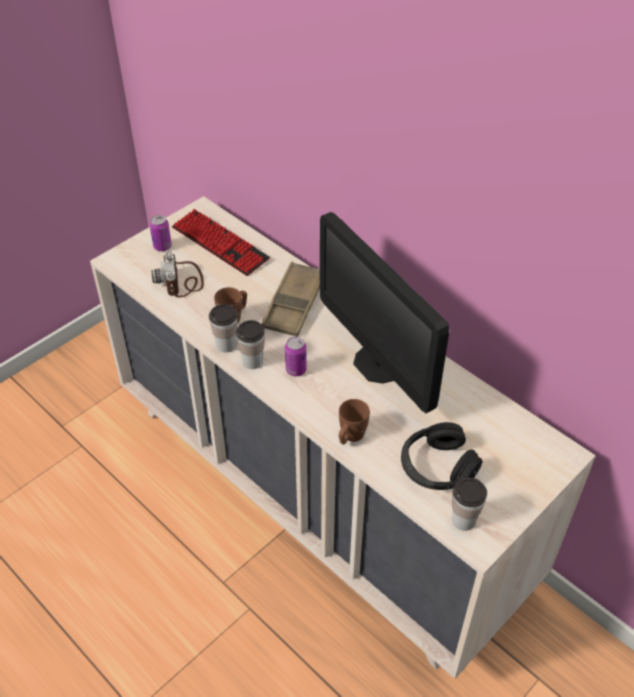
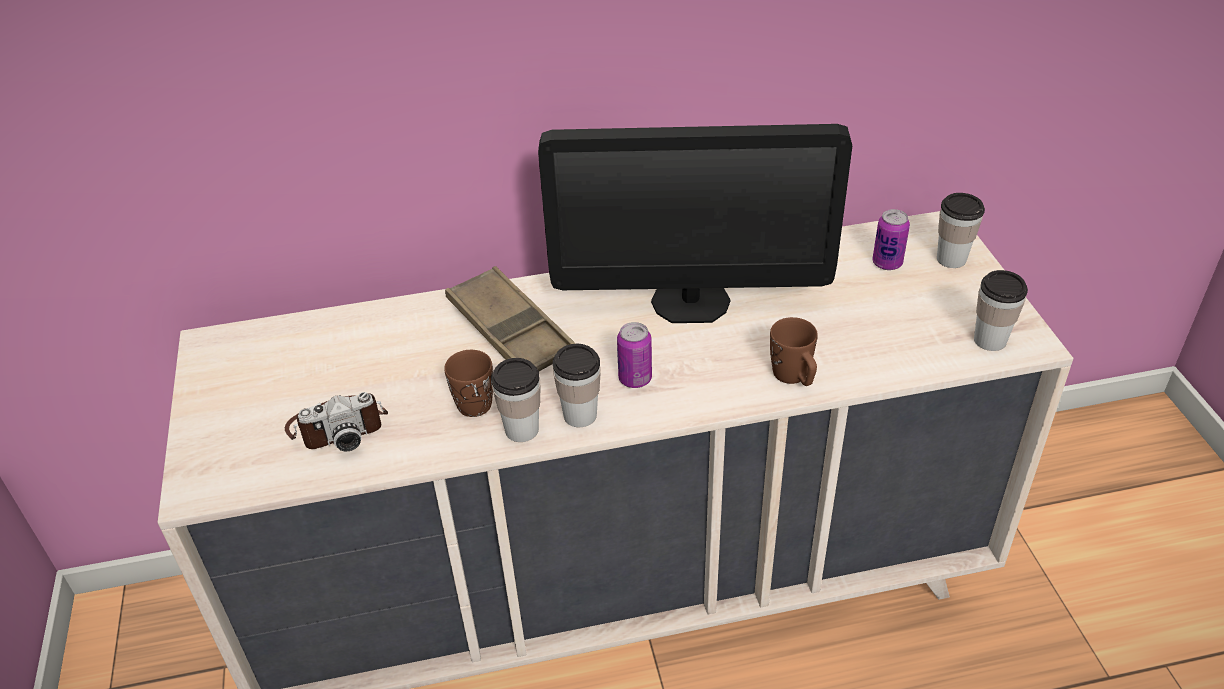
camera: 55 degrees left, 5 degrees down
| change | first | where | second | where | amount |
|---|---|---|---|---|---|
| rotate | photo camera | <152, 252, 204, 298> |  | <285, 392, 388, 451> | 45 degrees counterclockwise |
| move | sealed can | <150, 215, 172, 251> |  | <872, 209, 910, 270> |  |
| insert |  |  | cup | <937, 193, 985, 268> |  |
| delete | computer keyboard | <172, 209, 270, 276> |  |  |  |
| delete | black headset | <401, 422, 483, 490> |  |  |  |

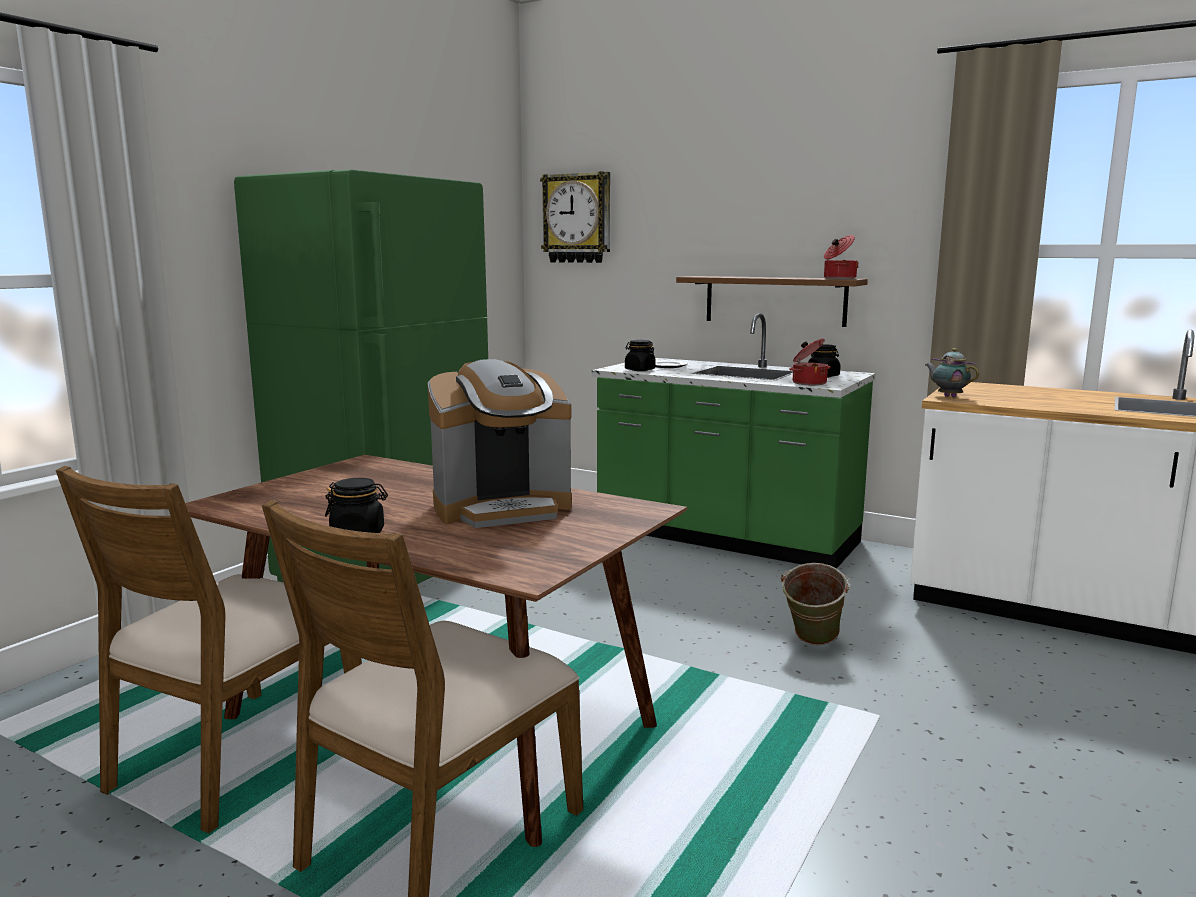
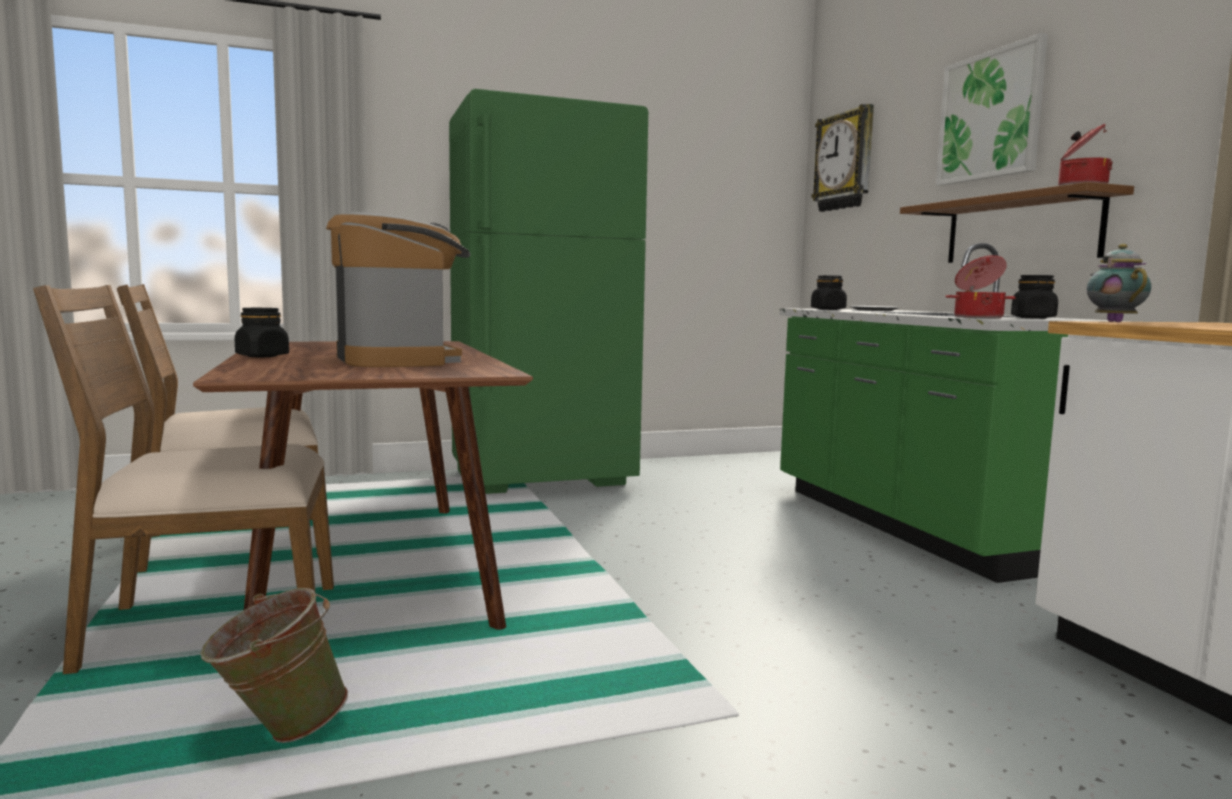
camera: 40 degrees right, 5 degrees down
| change | first | where | second | where | amount |
|---|---|---|---|---|---|
| move | green pail | <781, 563, 851, 645> |  | <201, 588, 348, 743> |  |
| rotate | coffee machine | <428, 359, 572, 528> |  | <326, 212, 471, 367> | 135 degrees counterclockwise |
| insert |  |  | picture | <936, 33, 1048, 186> |  |

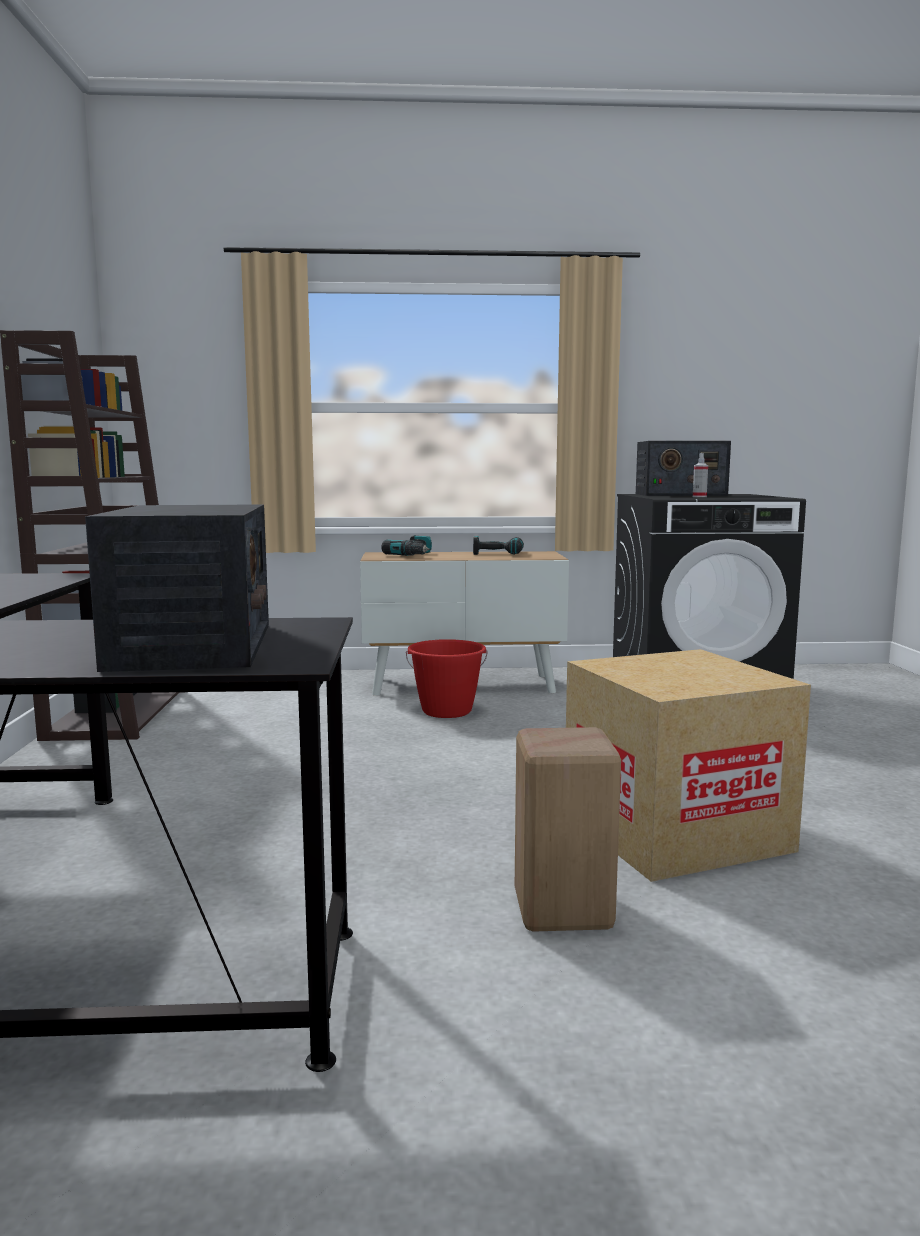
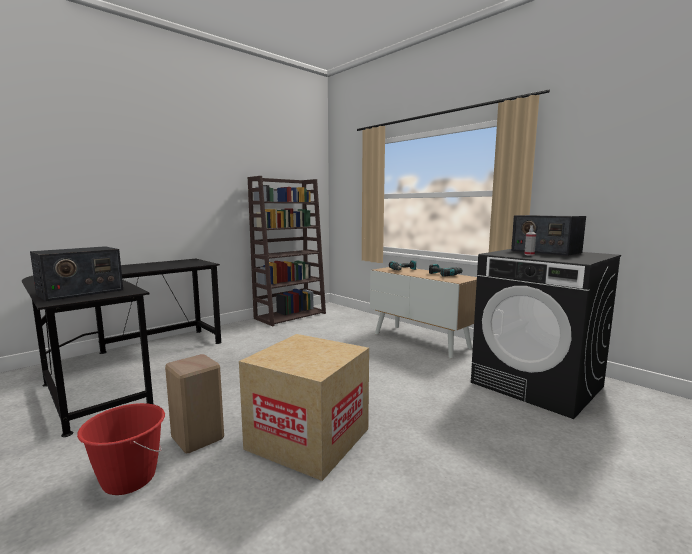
camera: 50 degrees right, 0 degrees up
| change | first | where | second | where | amount |
|---|---|---|---|---|---|
| move | reddish pail | <406, 639, 488, 718> |  | <77, 403, 165, 495> |  |

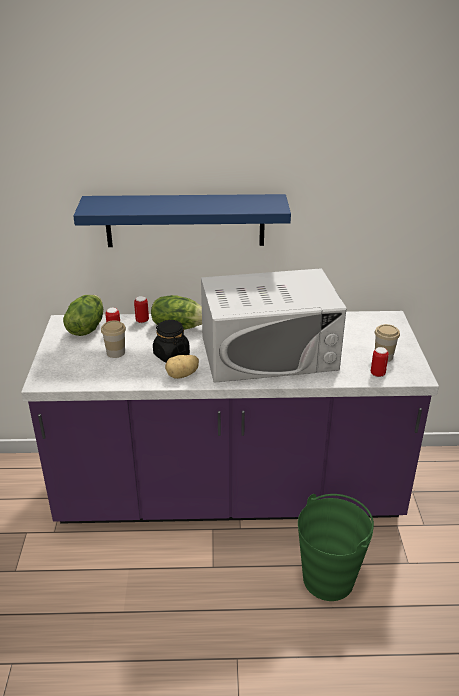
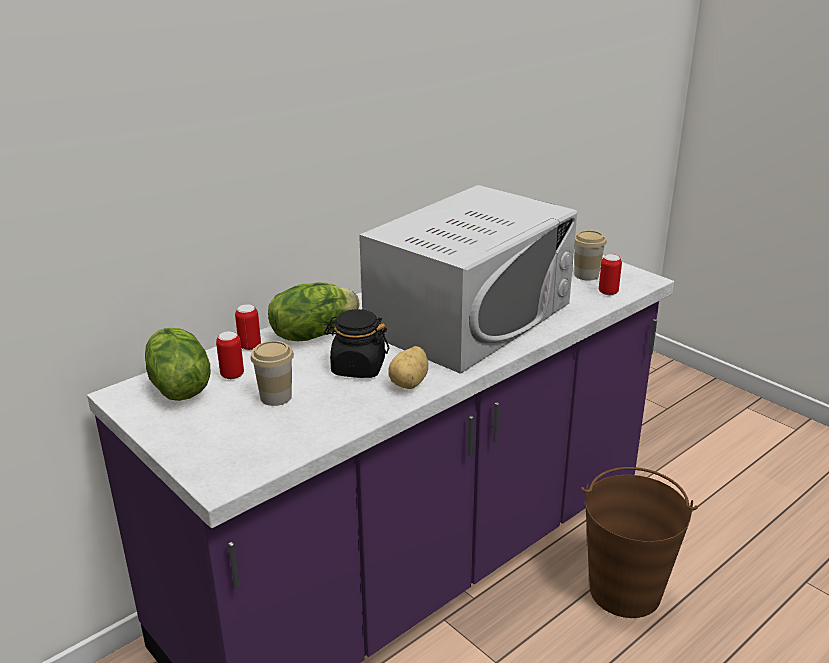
camera: 40 degrees left, 5 degrees down
| change | first | where | second | where | amount |
|---|---|---|---|---|---|
| recolor | green pail | <298, 494, 374, 601> | brownish pail | <581, 467, 698, 618> |  |
| delete | blue bracket shelf | <73, 194, 291, 247> |  |  |  |

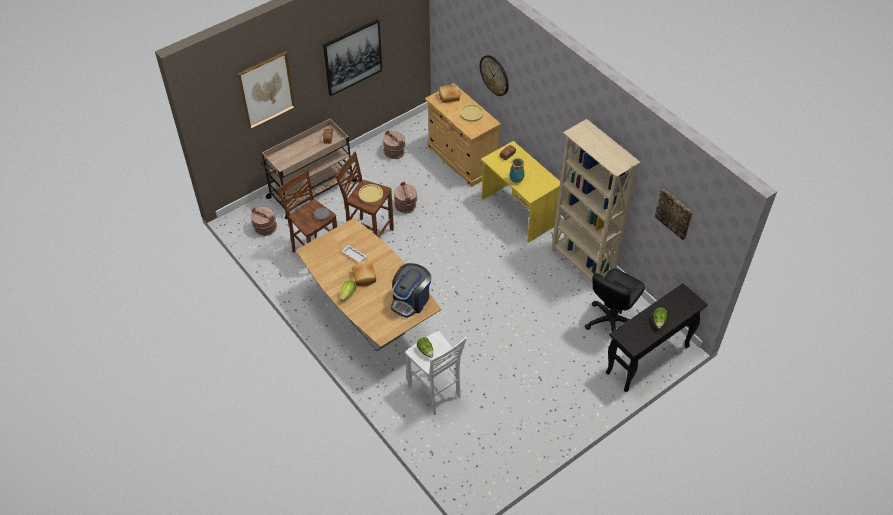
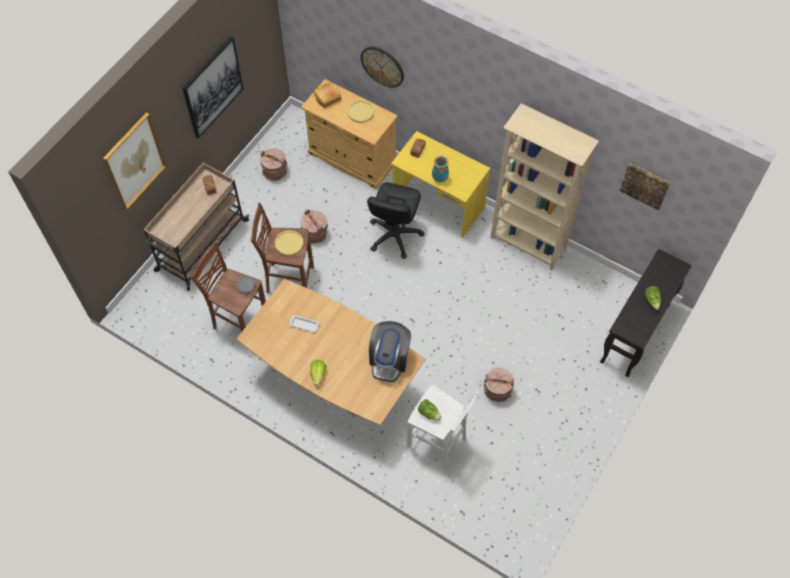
camera: 20 degrees left, 10 degrees up
| change | first | where | second | where | amount |
|---|---|---|---|---|---|
| move | black office chair | <585, 268, 645, 342> |  | <367, 182, 424, 259> |  |
| move | brownish pail | <251, 207, 277, 236> |  | <484, 368, 514, 402> |  |
| delete | bread | <352, 261, 376, 286> |  |  |  |

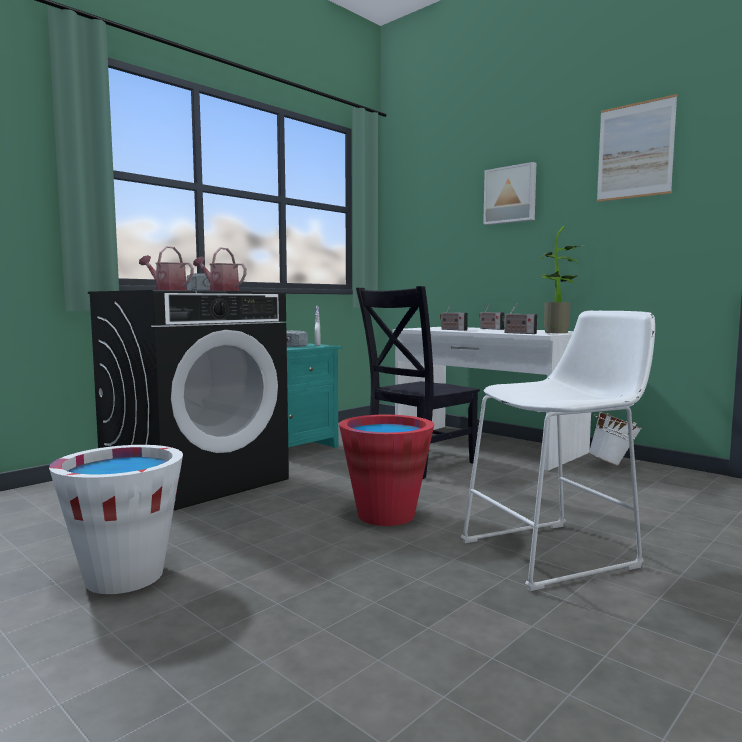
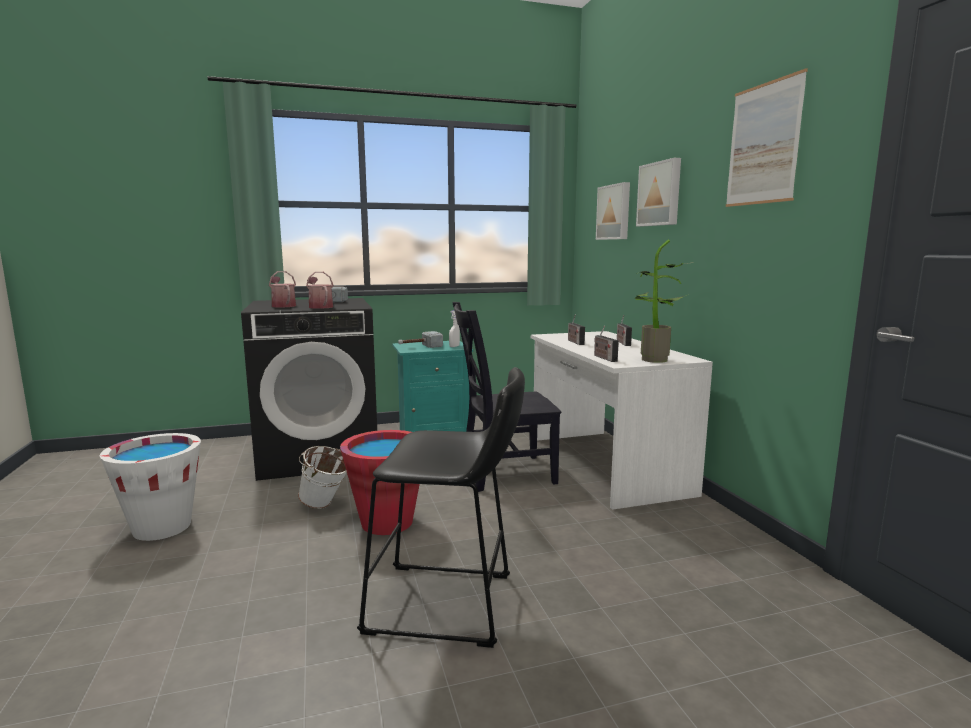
camera: 30 degrees right, 5 degrees up
| change | first | where | second | where | amount |
|---|---|---|---|---|---|
| move | white pail | <588, 412, 642, 466> |  | <298, 446, 347, 509> |  |
| recolor | white sitting stool | <461, 311, 655, 591> | black sitting stool | <357, 367, 525, 648> |  |
| insert |  |  | picture | <596, 182, 630, 240> |  |

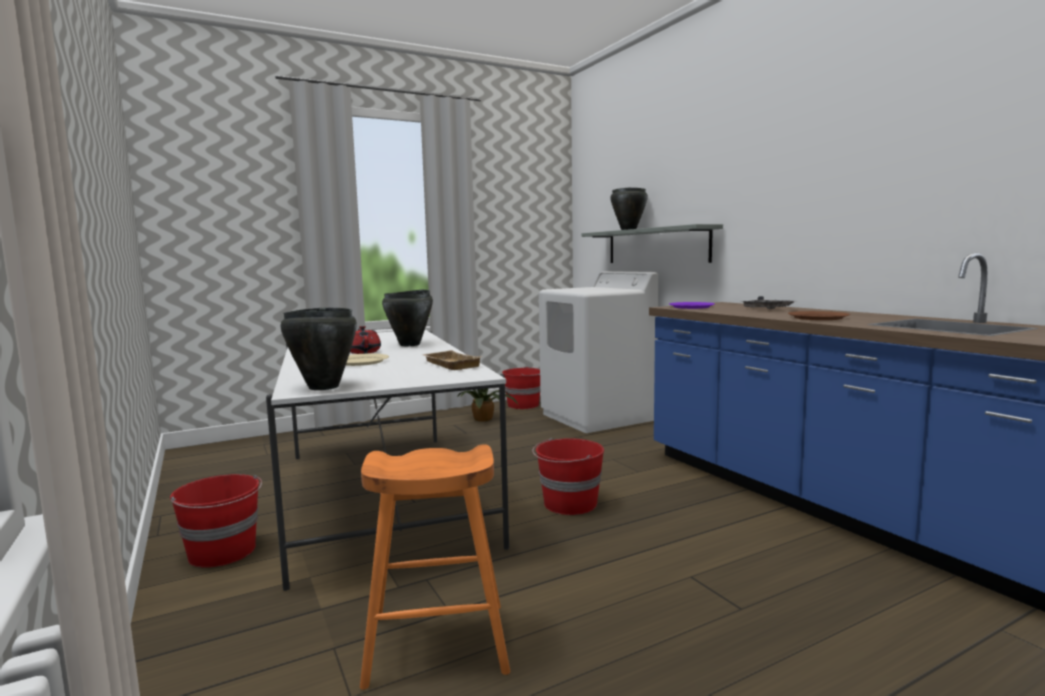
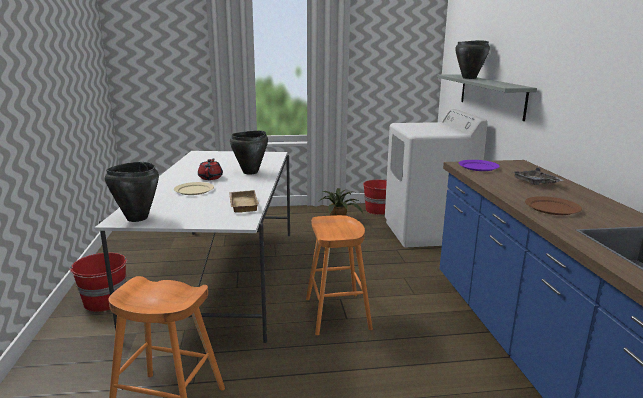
camera: 20 degrees right, 10 degrees up
| change | first | where | second | where | amount |
|---|---|---|---|---|---|
| replace | reddish pail | <532, 438, 604, 515> | orange sitting stool | <306, 215, 373, 335> |  |

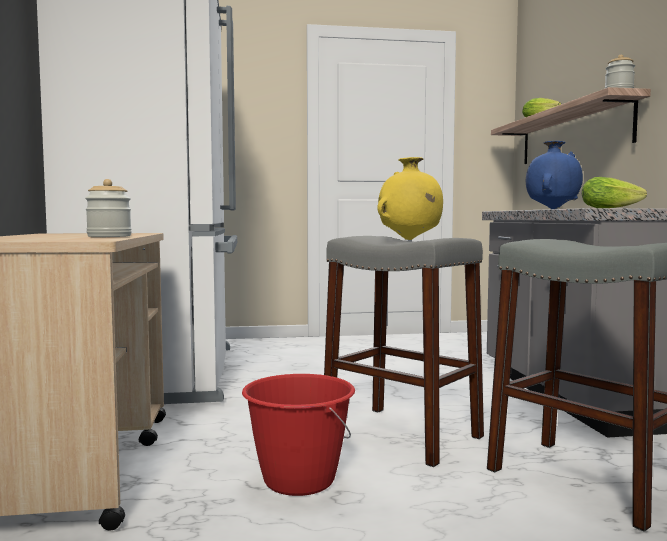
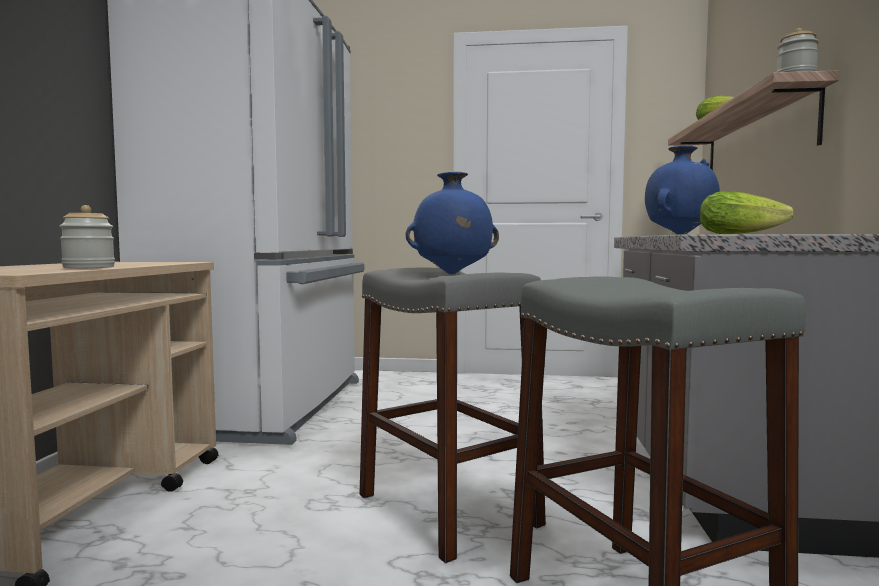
camera: 15 degrees right, 0 degrees up
| change | first | where | second | where | amount |
|---|---|---|---|---|---|
| recolor | yellowish vase | <377, 157, 443, 240> | blue vase | <406, 172, 499, 274> |  |
| delete | reddish pail | <242, 374, 355, 496> |  |  |  |

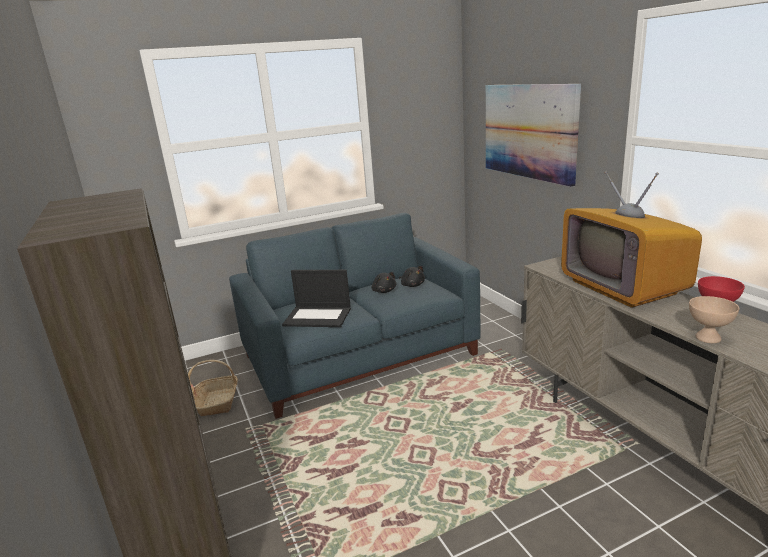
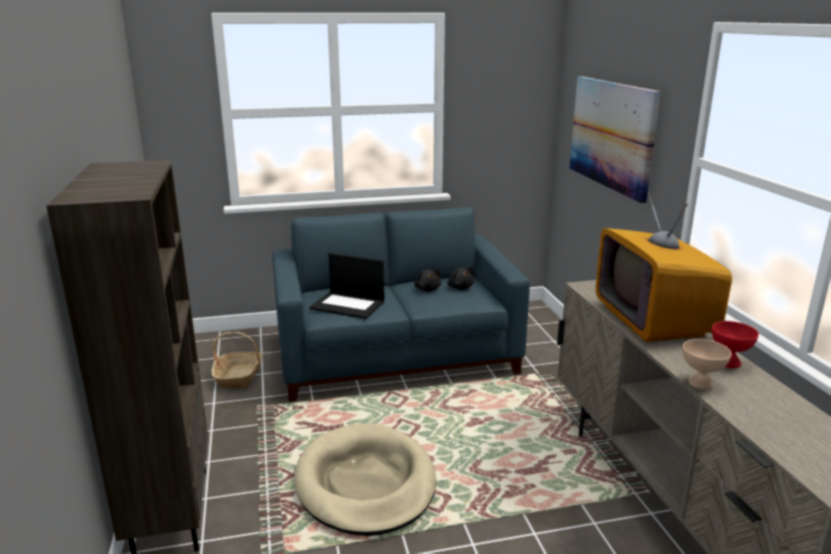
camera: 10 degrees right, 0 degrees up
| change | first | where | second | where | amount |
|---|---|---|---|---|---|
| insert |  |  | beige-coloured pet bed | <294, 423, 436, 536> |  |

